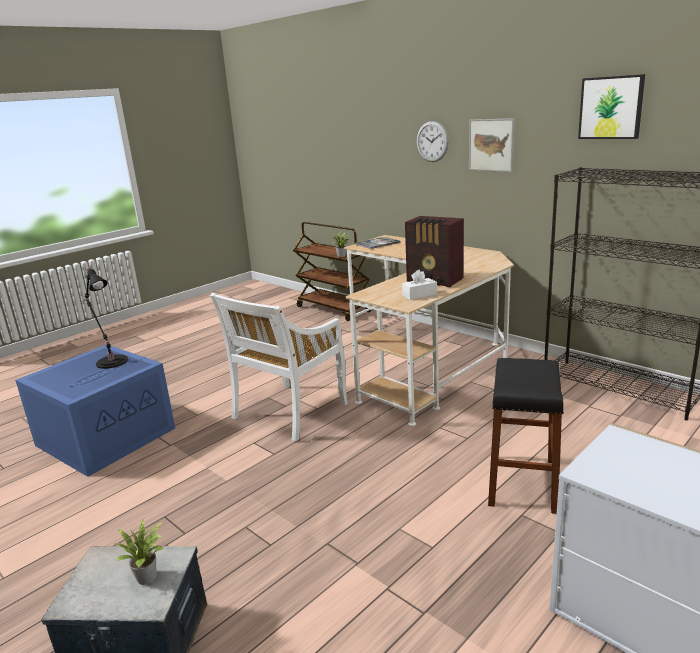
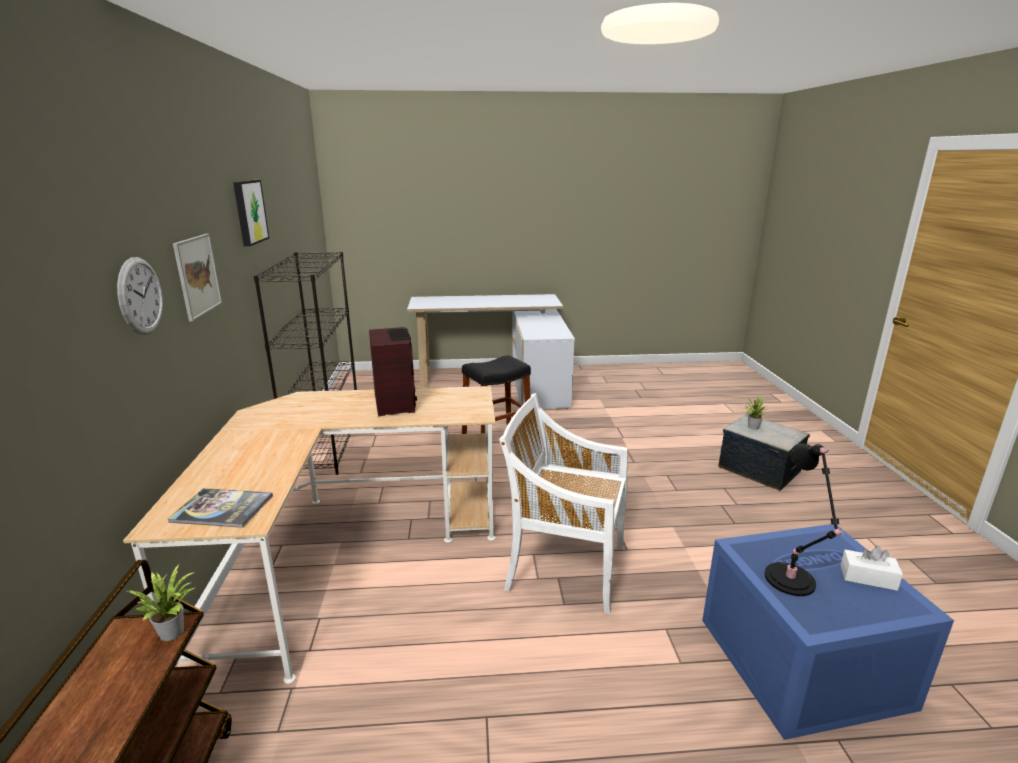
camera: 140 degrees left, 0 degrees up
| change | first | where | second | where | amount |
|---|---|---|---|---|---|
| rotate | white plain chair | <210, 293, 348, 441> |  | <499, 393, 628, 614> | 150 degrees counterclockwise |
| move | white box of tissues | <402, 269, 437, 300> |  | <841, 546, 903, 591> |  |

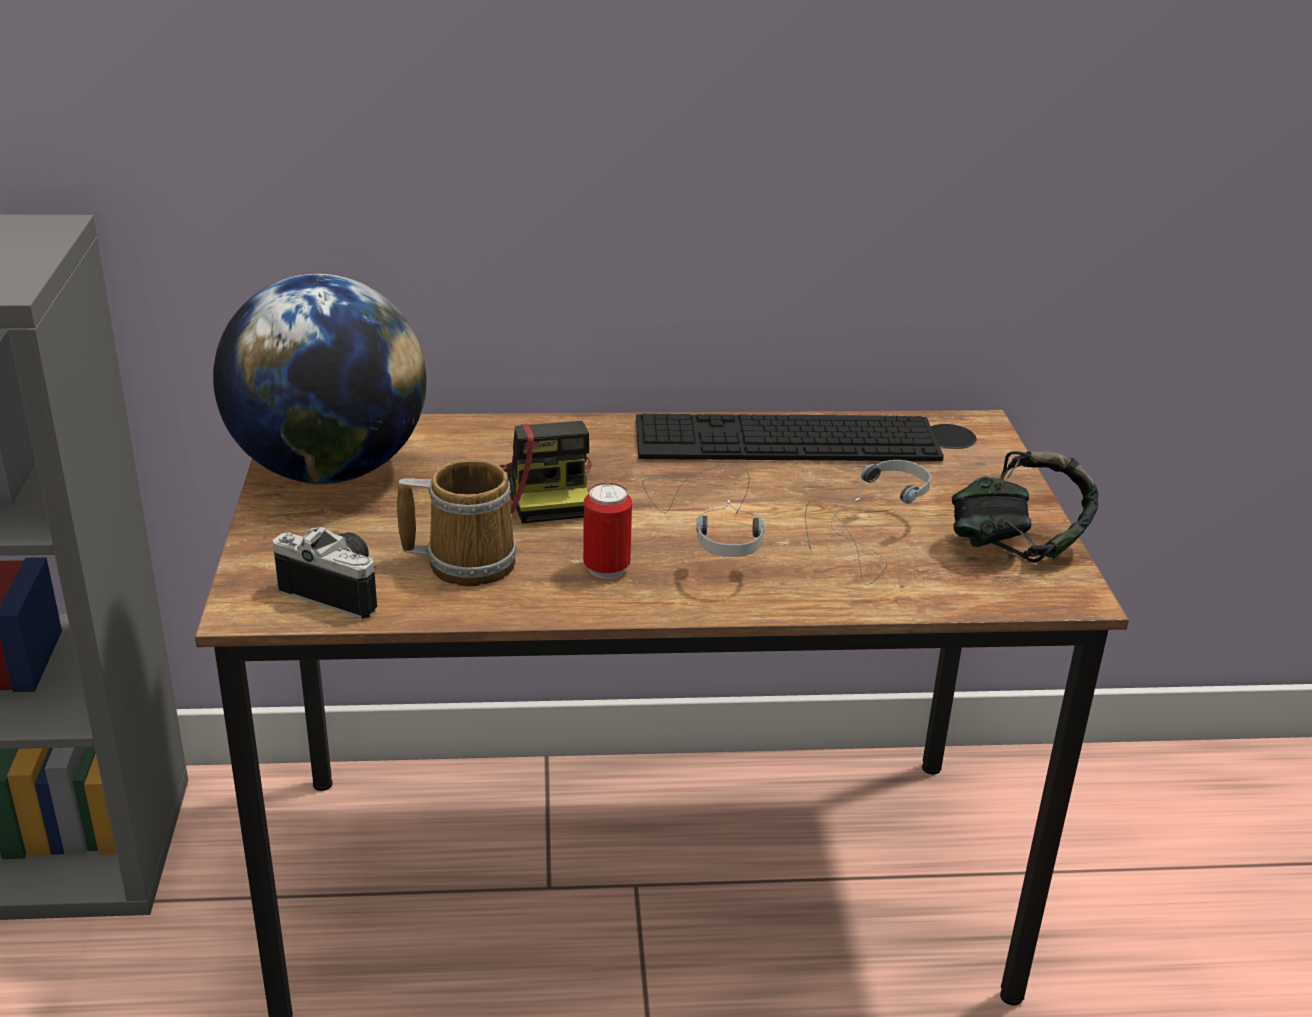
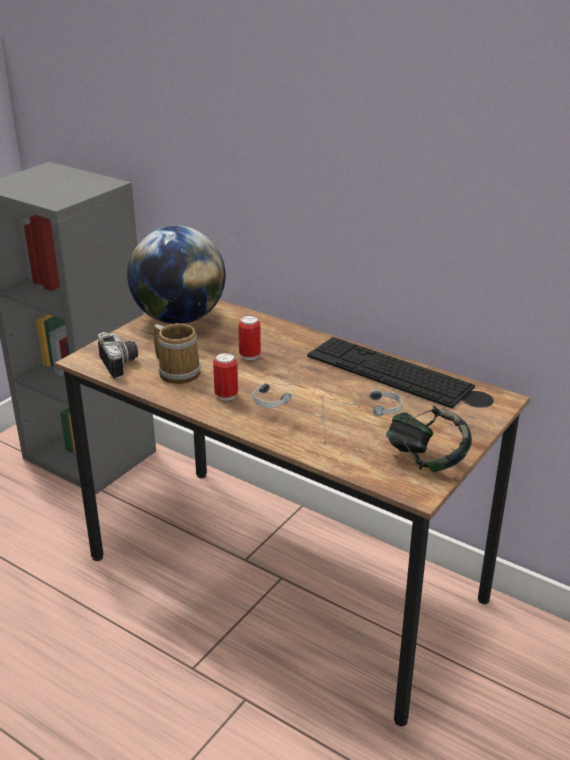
camera: 40 degrees right, 0 degrees up
| change | first | where | second | where | amount |
|---|---|---|---|---|---|
| replace | photo camera | <499, 421, 592, 523> | sealed can | <238, 315, 261, 360> |  |

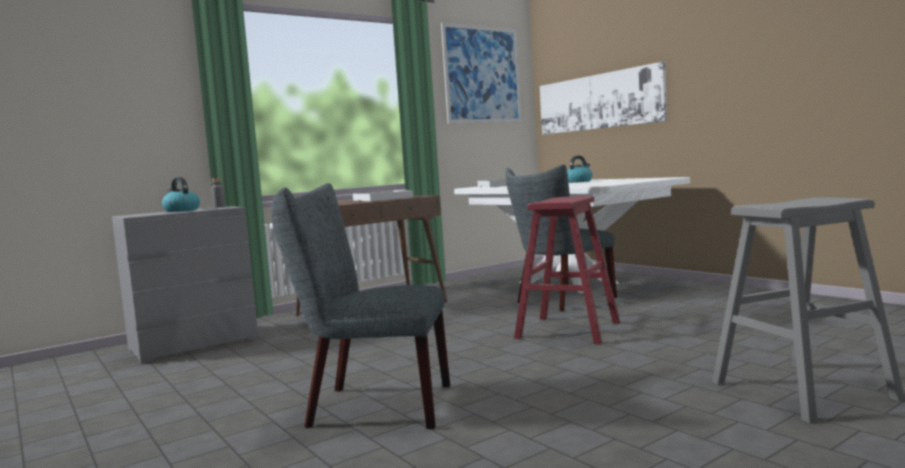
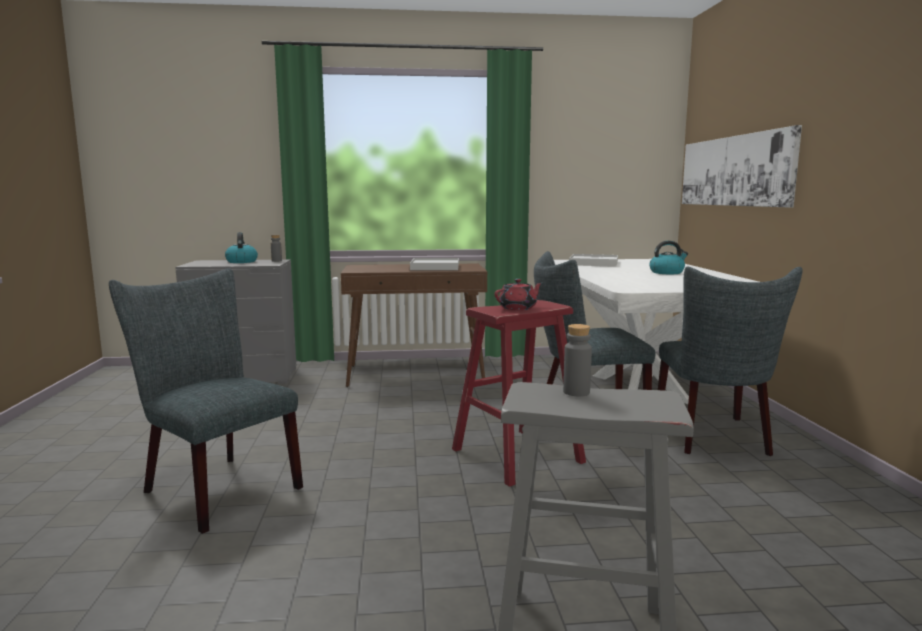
camera: 30 degrees right, 5 degrees up
| change | first | where | second | where | amount |
|---|---|---|---|---|---|
| insert |  |  | reddish teapot | <495, 279, 542, 310> |  |
| insert |  |  | gray beverage bottle | <563, 324, 592, 396> |  |
| insert |  |  | gray plain chair | <658, 266, 803, 456> |  |
| delete | picture | <441, 23, 522, 124> |  |  |  |

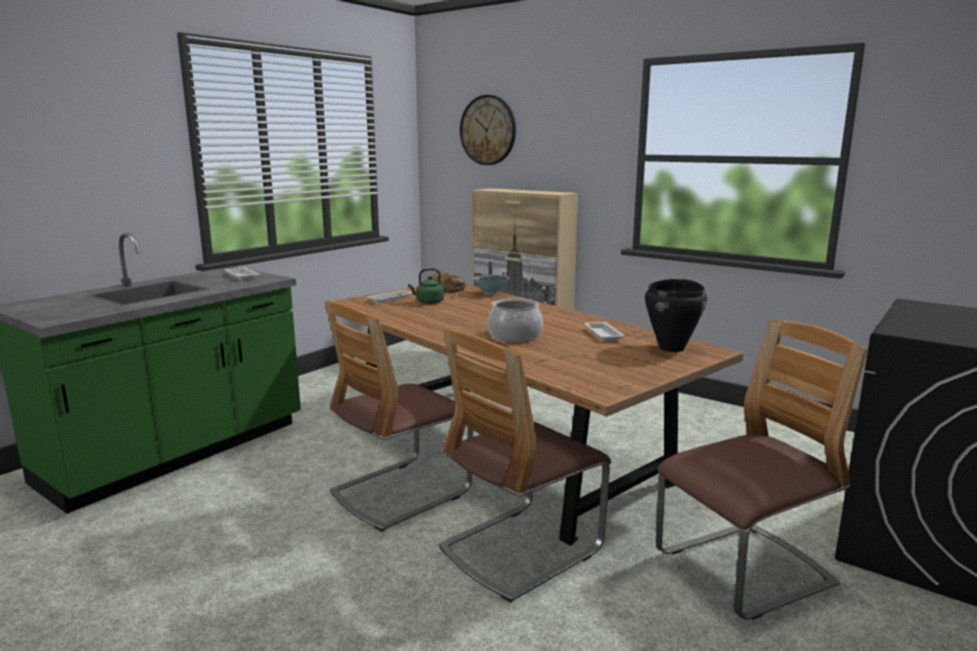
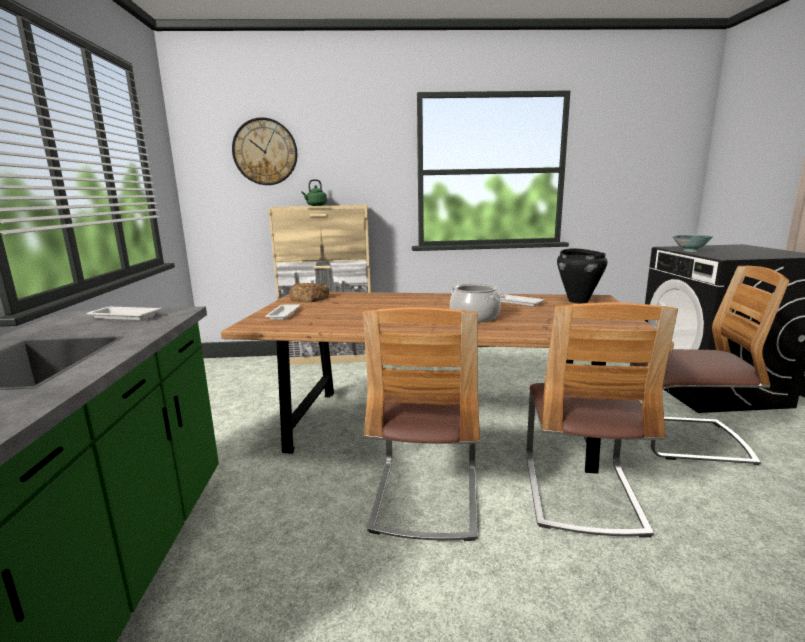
camera: 40 degrees left, 0 degrees up
| change | first | where | second | where | amount |
|---|---|---|---|---|---|
| move | green water kettle | <408, 268, 444, 304> |  | <301, 179, 327, 206> |  |
| rotate | plain chair | <656, 320, 867, 620> |  | <630, 266, 789, 465> | 75 degrees clockwise |
| move | serving bowl | <472, 275, 510, 295> |  | <672, 235, 713, 252> |  |

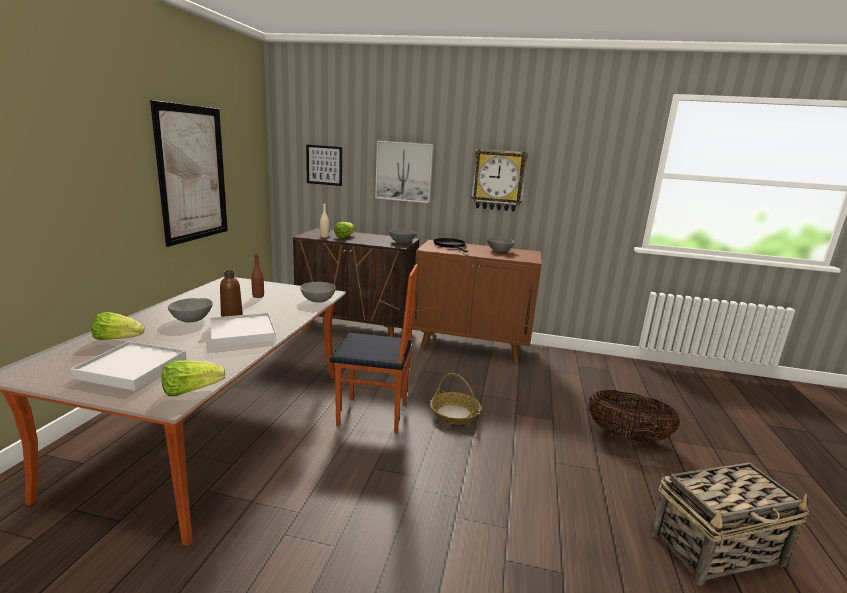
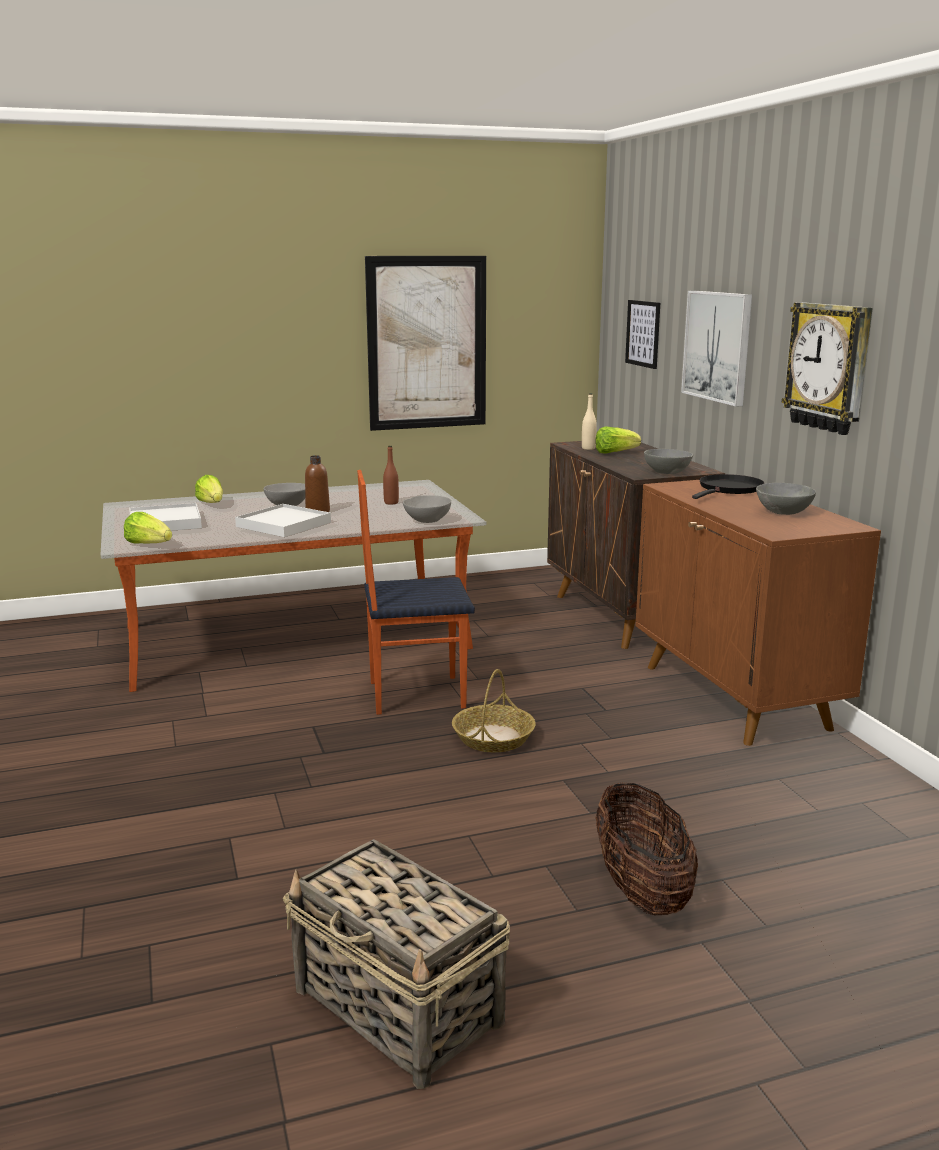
camera: 60 degrees right, 0 degrees up
| change | first | where | second | where | amount |
|---|---|---|---|---|---|
| rotate | plain chair | <330, 264, 418, 433> |  | <357, 470, 475, 715> | 105 degrees clockwise |

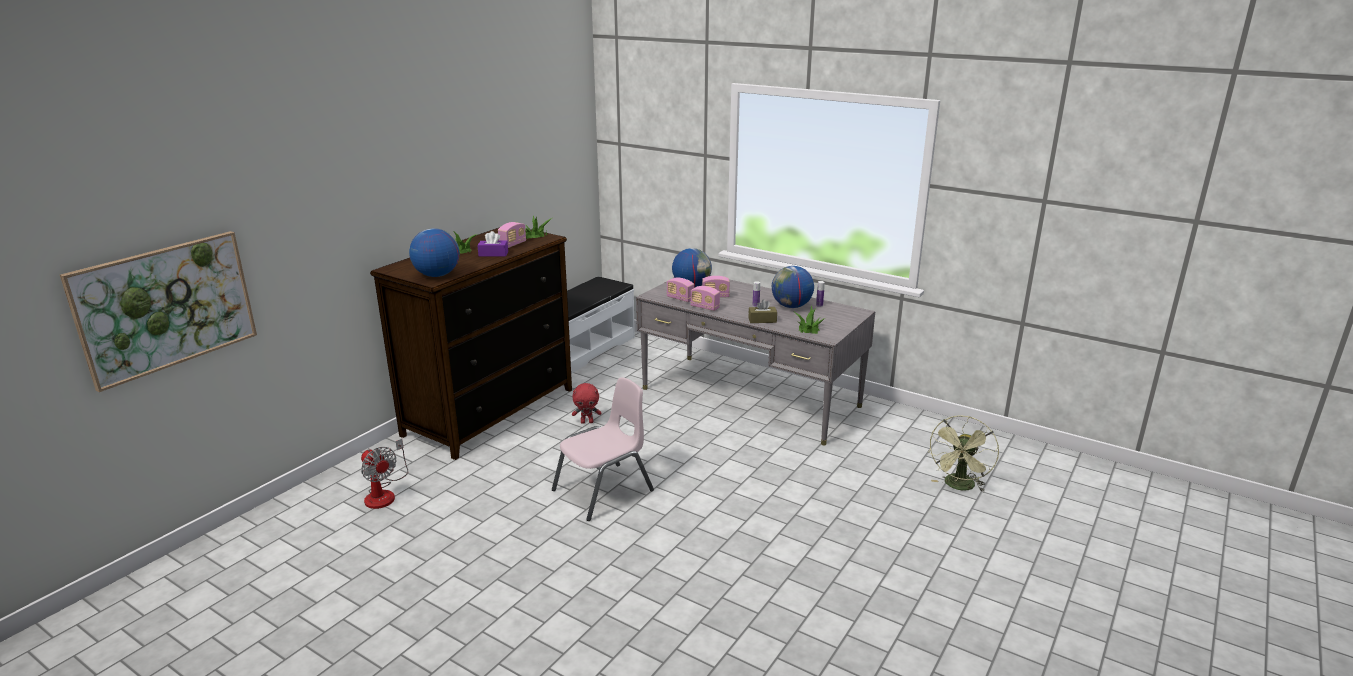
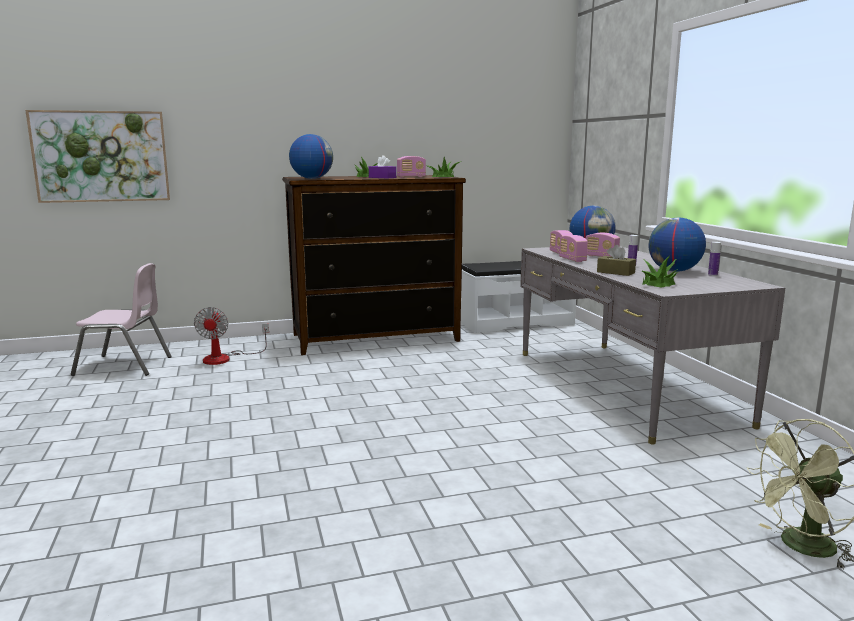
camera: 40 degrees right, 10 degrees down
| change | first | where | second | where | amount |
|---|---|---|---|---|---|
| move | pink-coloured plain chair | <552, 377, 654, 521> |  | <71, 263, 172, 376> |  |
| delete | reddish soft toy | <572, 383, 601, 424> |  |  |  |

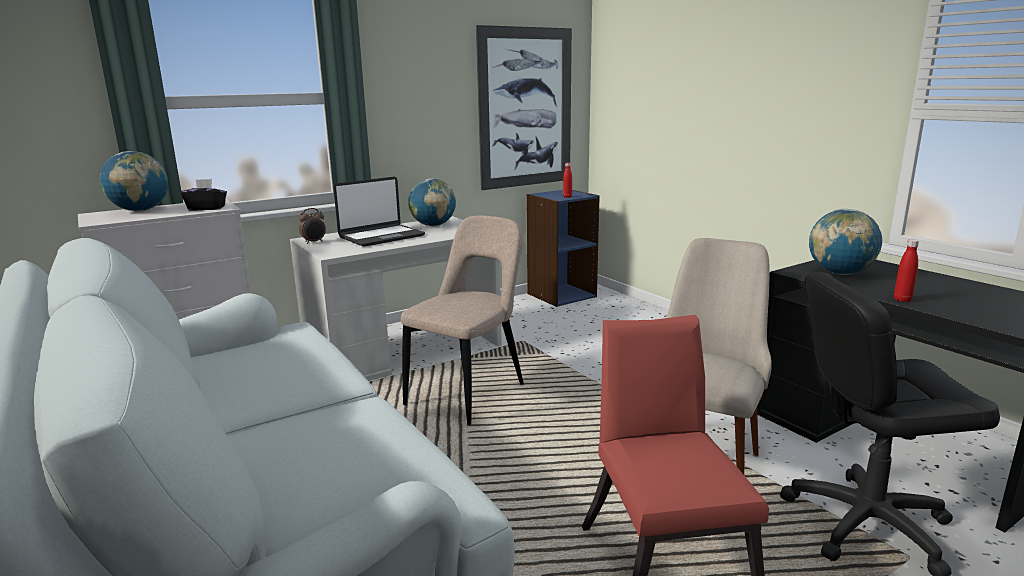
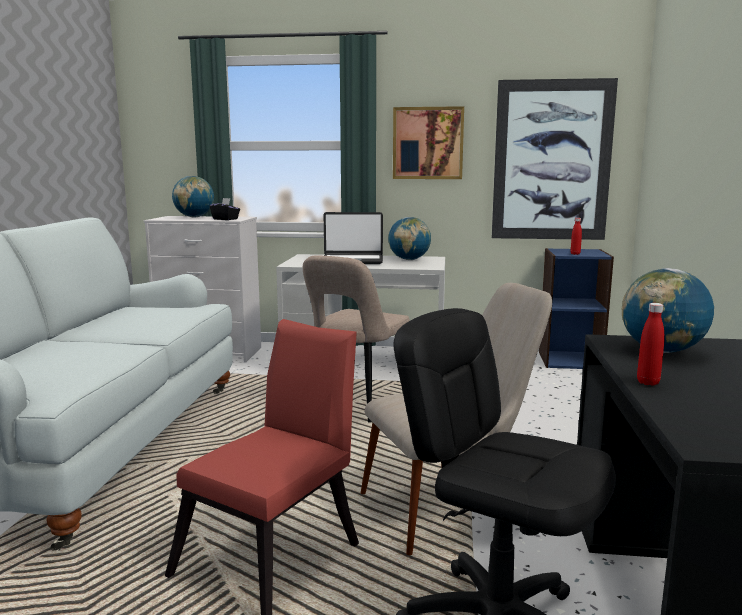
camera: 40 degrees right, 5 degrees down
| change | first | where | second | where | amount |
|---|---|---|---|---|---|
| rotate | beige-coloured plain chair | <401, 215, 524, 425> |  | <303, 255, 410, 423> | 135 degrees clockwise |
| insert |  |  | picture | <393, 106, 464, 179> |  |
| delete | alarm clock | <299, 208, 326, 244> |  |  |  |

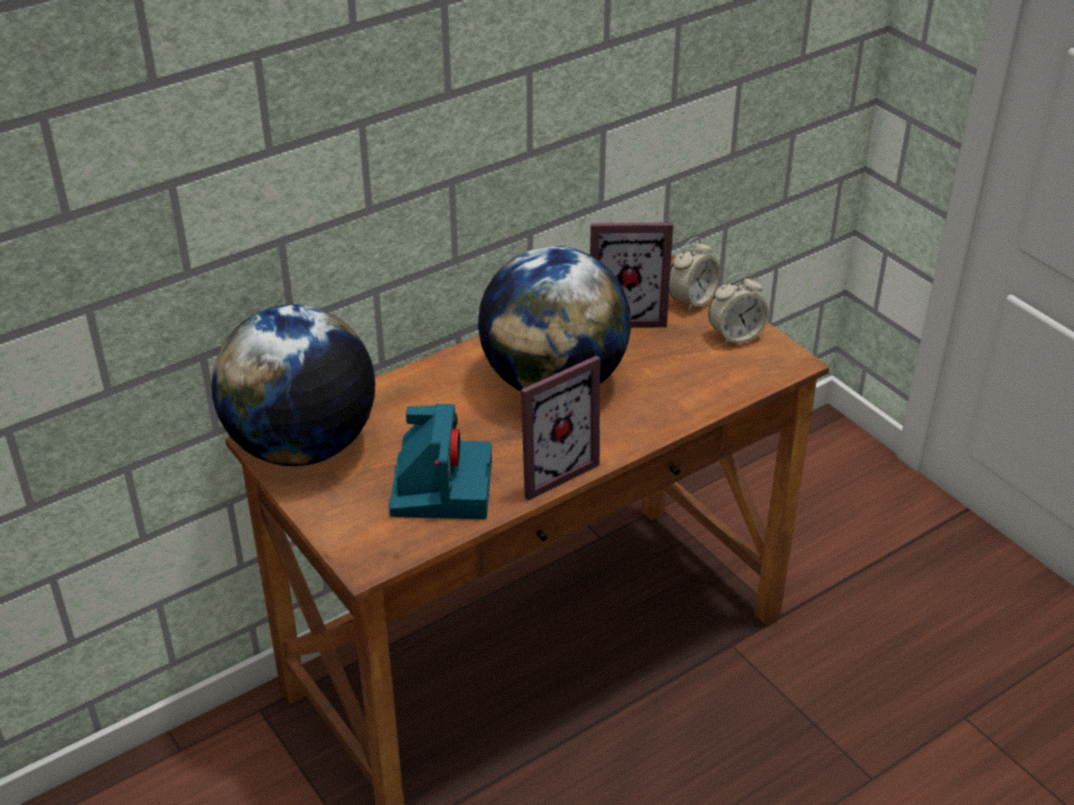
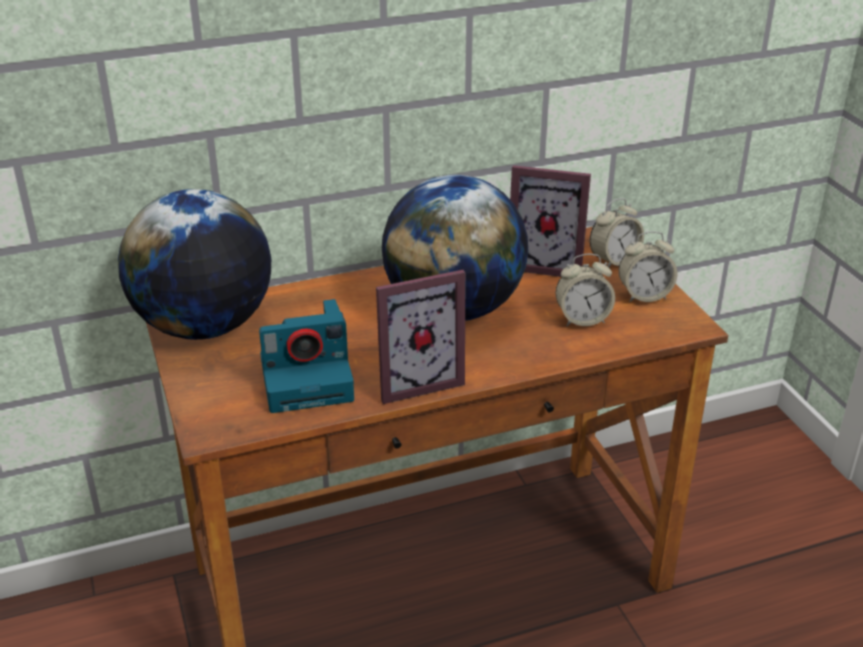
camera: 15 degrees right, 5 degrees down
| change | first | where | second | where | amount |
|---|---|---|---|---|---|
| rotate | photo camera | <389, 404, 492, 519> |  | <259, 299, 354, 413> | 60 degrees clockwise |
| insert |  |  | alarm clock | <556, 254, 615, 326> |  |

